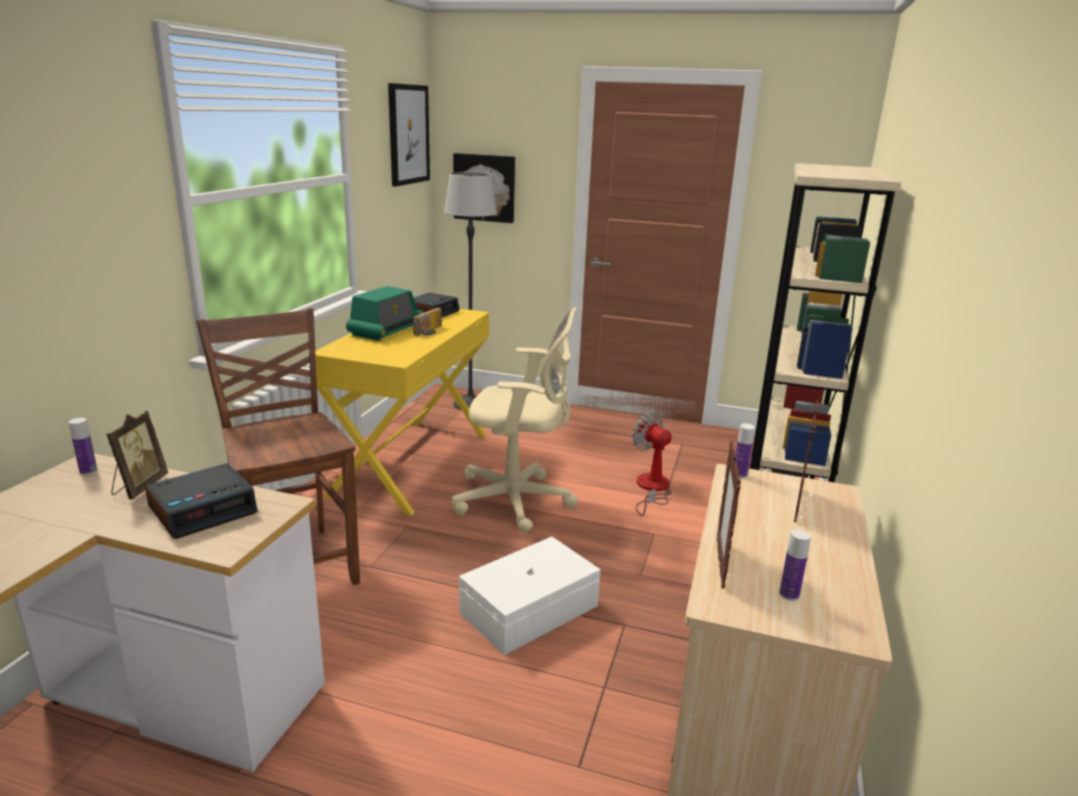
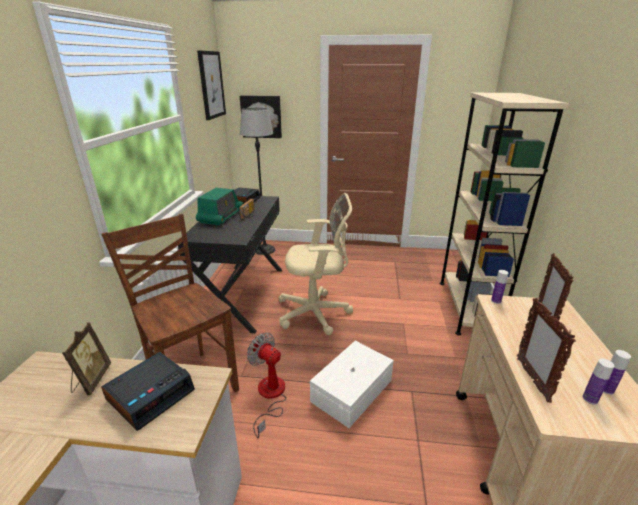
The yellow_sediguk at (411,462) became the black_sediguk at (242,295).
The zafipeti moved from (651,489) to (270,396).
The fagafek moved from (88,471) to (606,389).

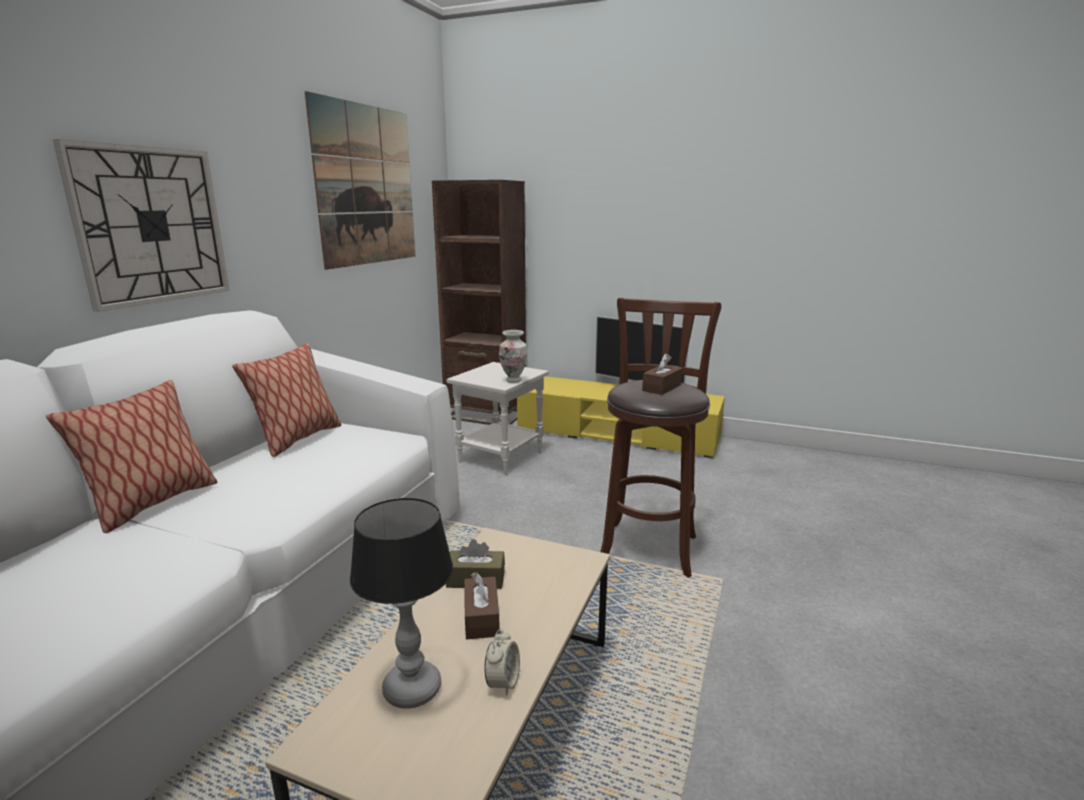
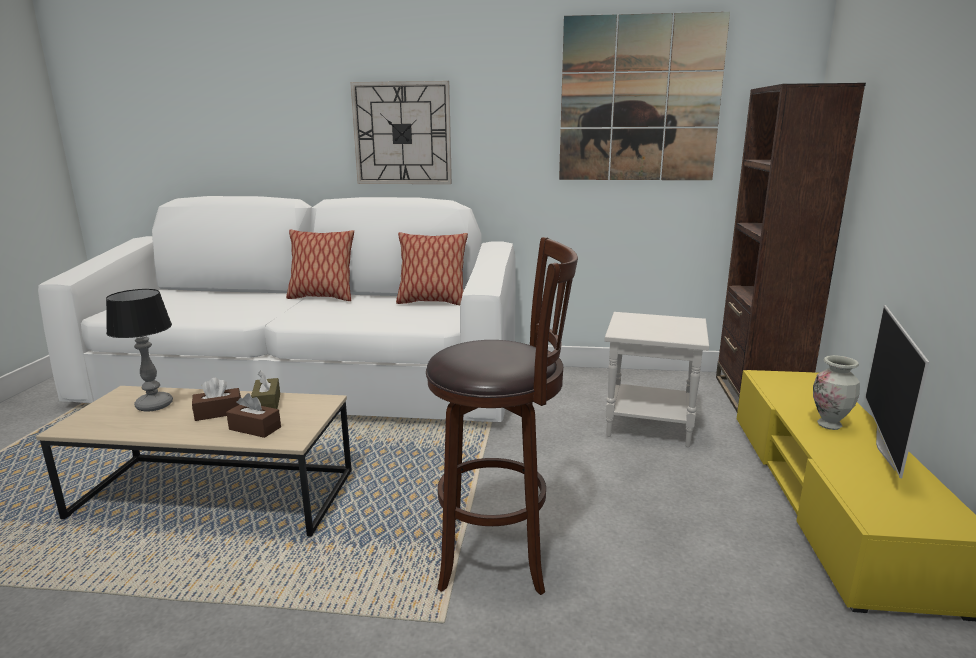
The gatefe moved from (514,380) to (829,425).
The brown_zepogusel moved from (661,388) to (255,428).
The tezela at (503,682) disappeared.

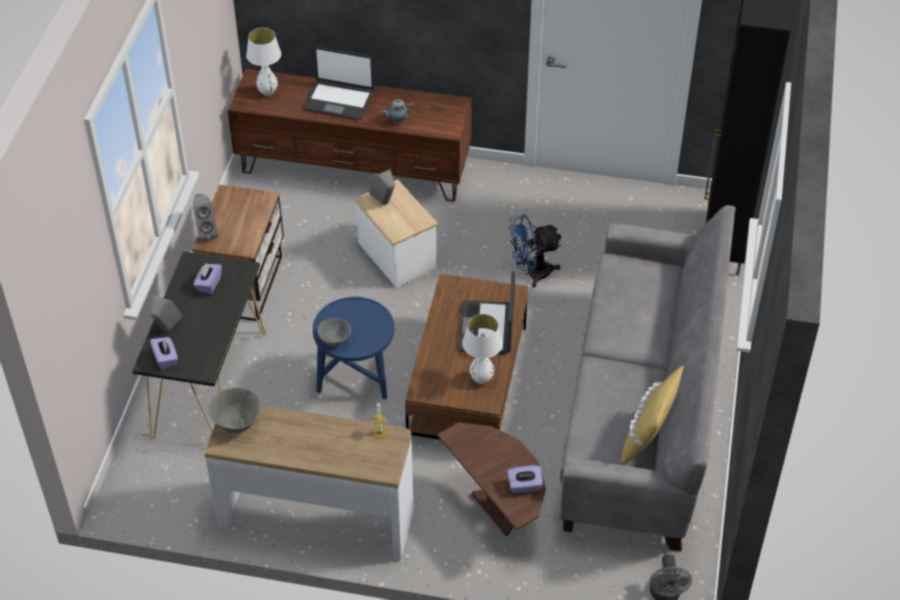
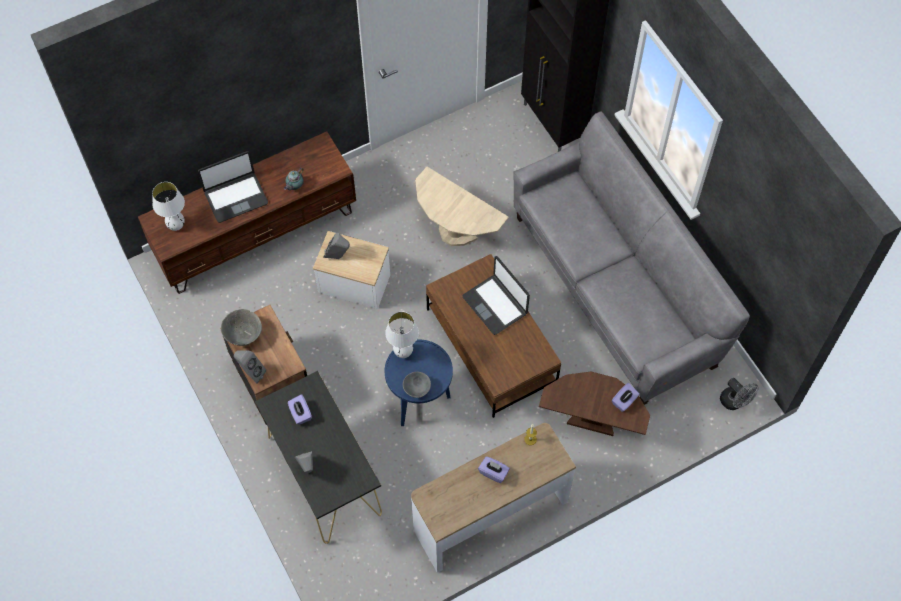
The blue_zafipeti at (532,273) was replaced by the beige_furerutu at (455,233).
The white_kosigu moved from (481,379) to (403,353).
The purple_zepogusel moved from (166,359) to (493,472).
The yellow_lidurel at (648,439) disappeared.
The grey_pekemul moved from (236,423) to (243,335).

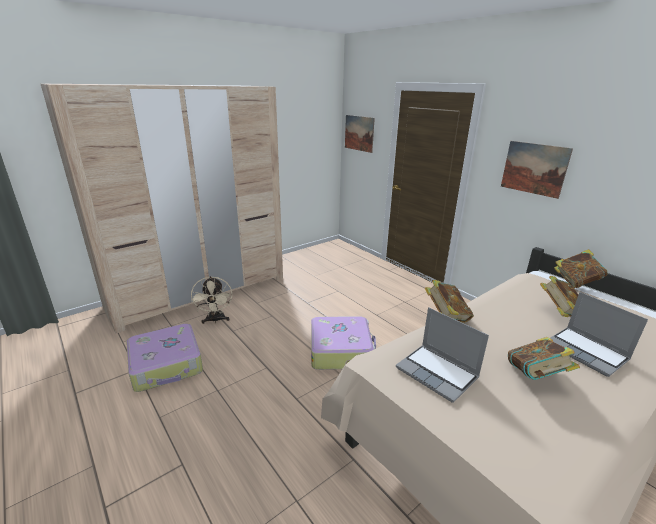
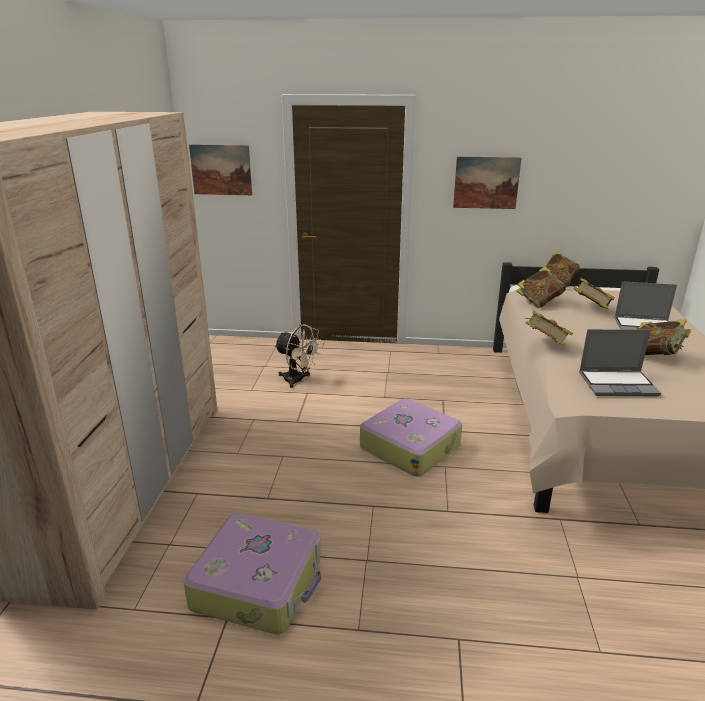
The beige_zafipeti moved from (215,320) to (298,380).
The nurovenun at (539,302) appeared.

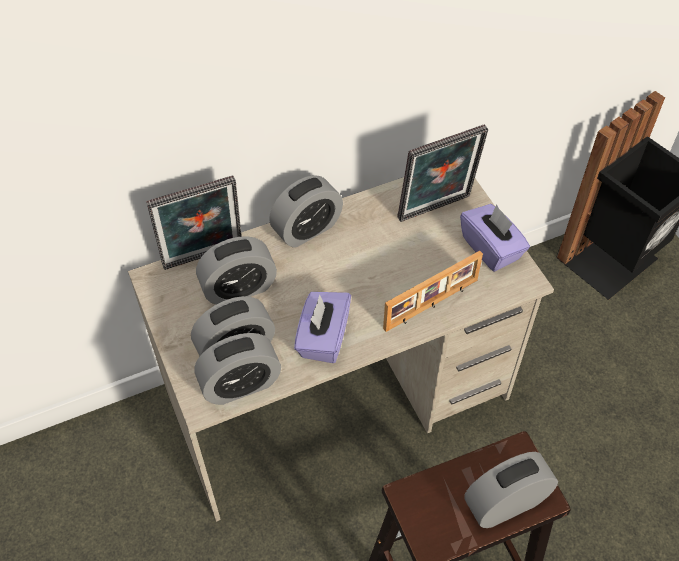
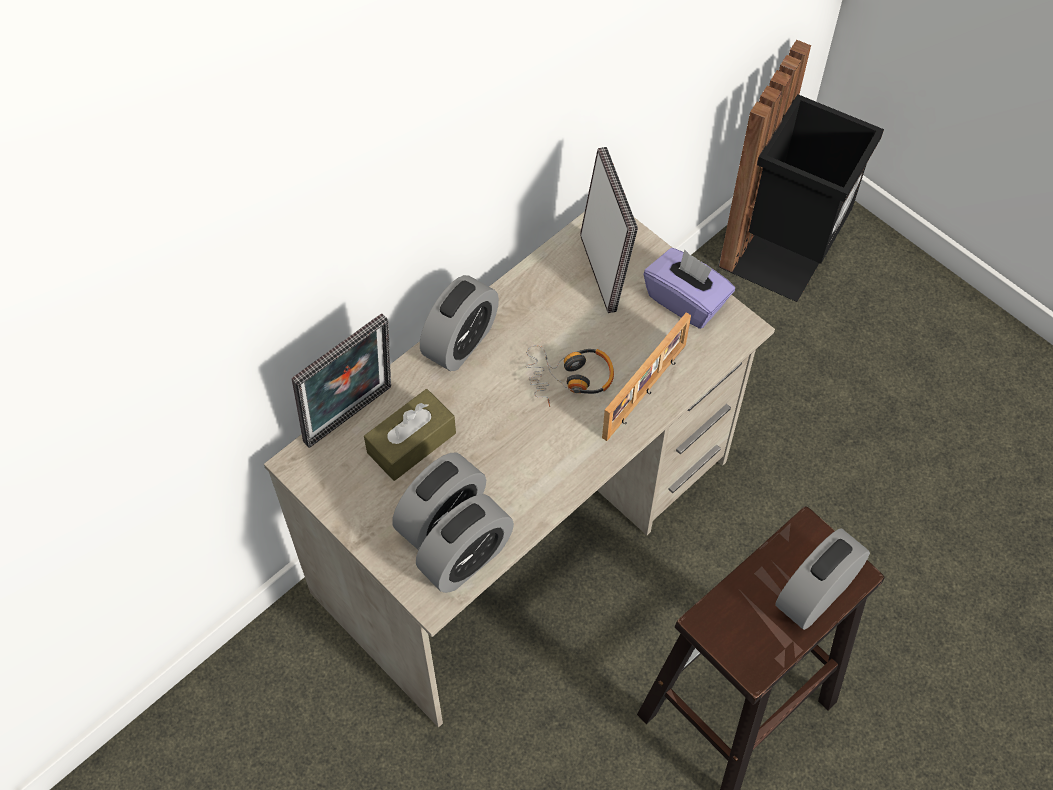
The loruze at (436,210) turned 60 degrees counterclockwise.
The tezela at (239,288) was replaced by the brown_zepogusel at (411,443).
The purple_zepogusel at (323,338) disappeared.
The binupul at (570,378) appeared.

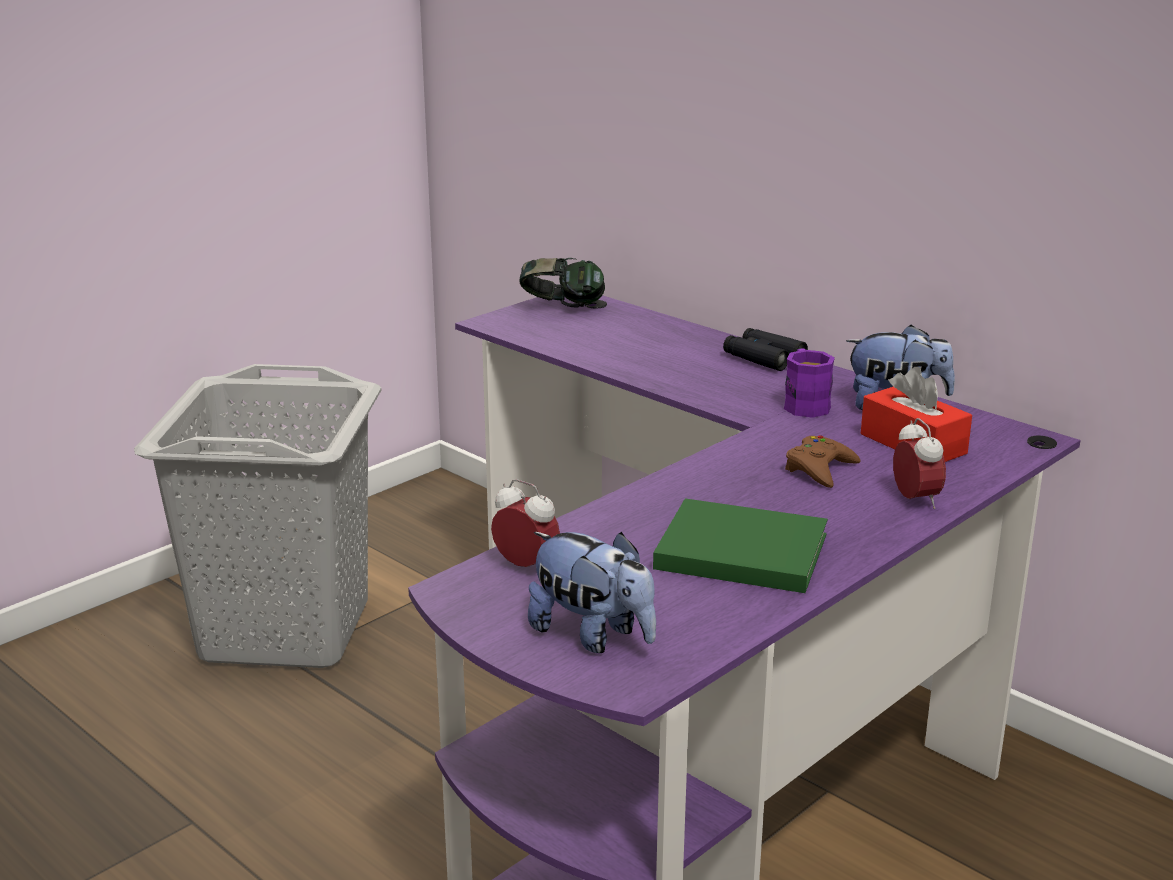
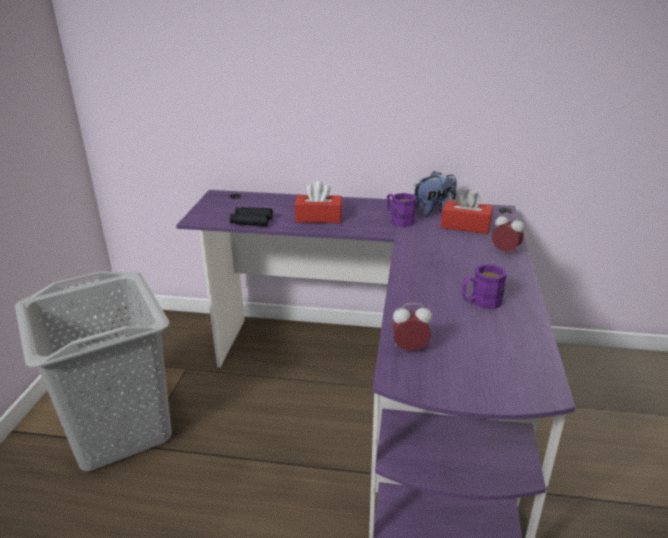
The binupul at (562,308) disappeared.
The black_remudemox moved from (763,358) to (251,221).
The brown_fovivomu at (820,469) disappeared.
The green_nurovenun at (736,550) was replaced by the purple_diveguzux at (480,302).
The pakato at (593,635) disappeared.
The red_zepogusel at (318,218) appeared.

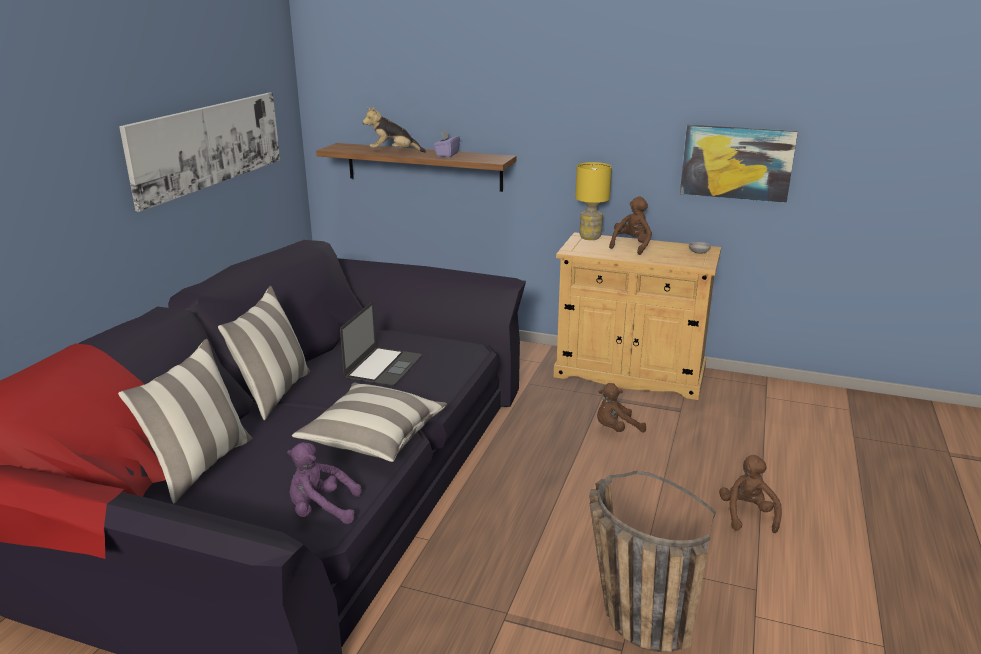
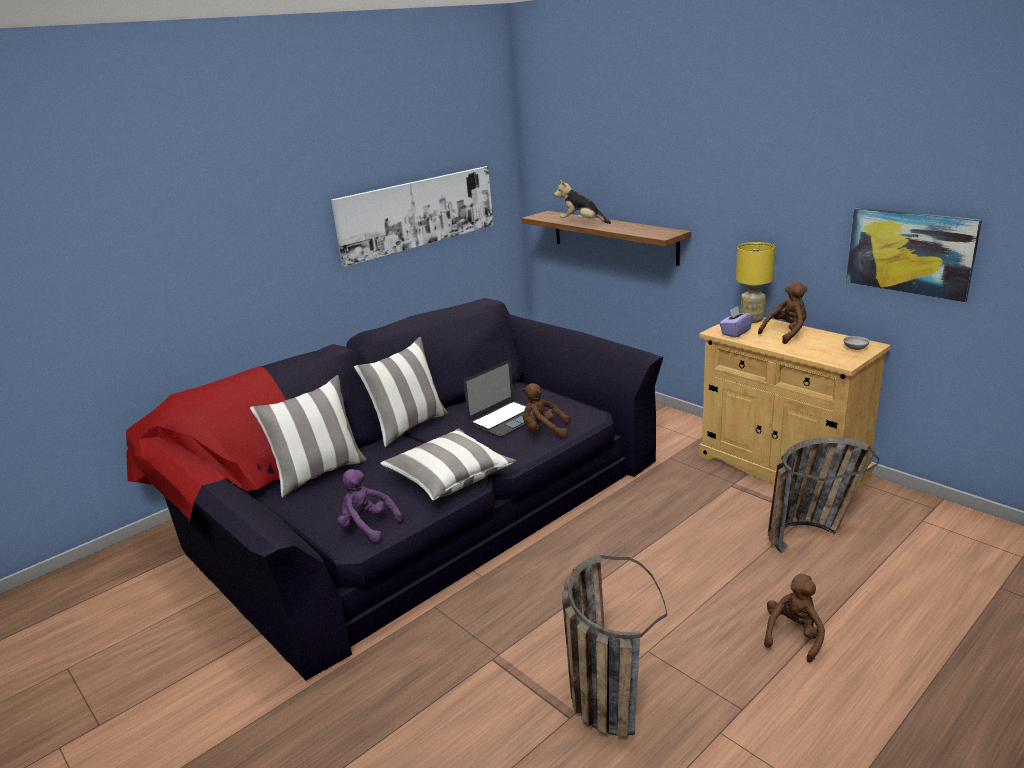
The purple_zepogusel moved from (446,154) to (735,332).
The brown_pakato moved from (616,429) to (543,431).
The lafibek at (812,533) appeared.

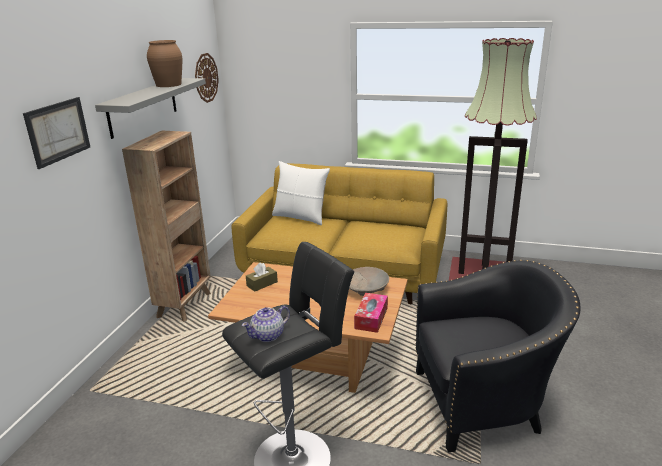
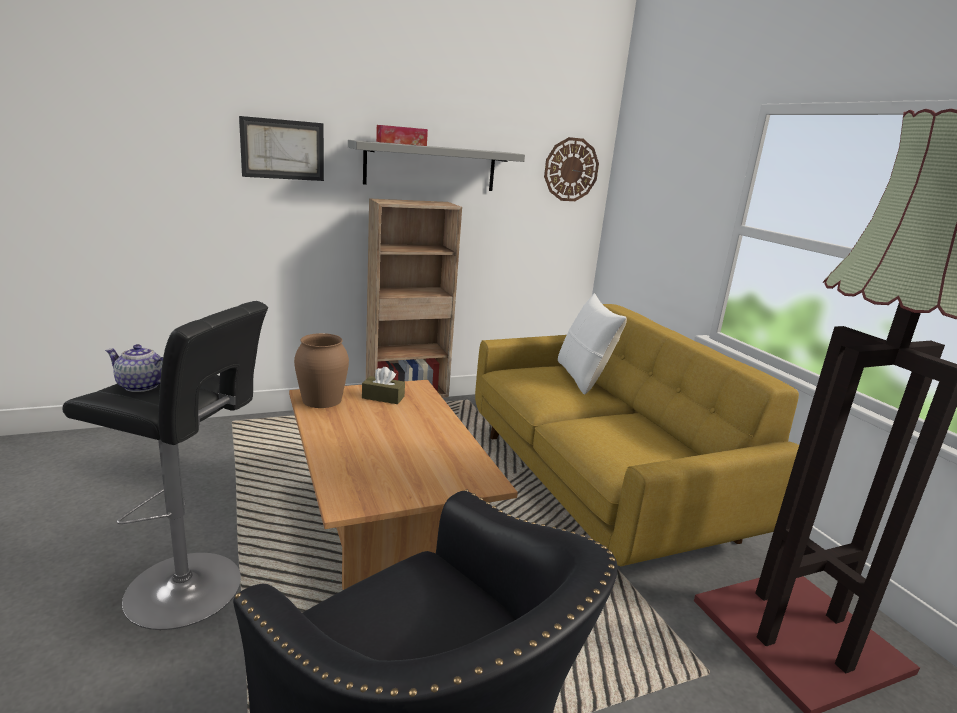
The brown_gatefe moved from (168,85) to (321,400).
The beige_pekemul at (366,289) disappeared.
The zepogusel moved from (371,318) to (401,143).

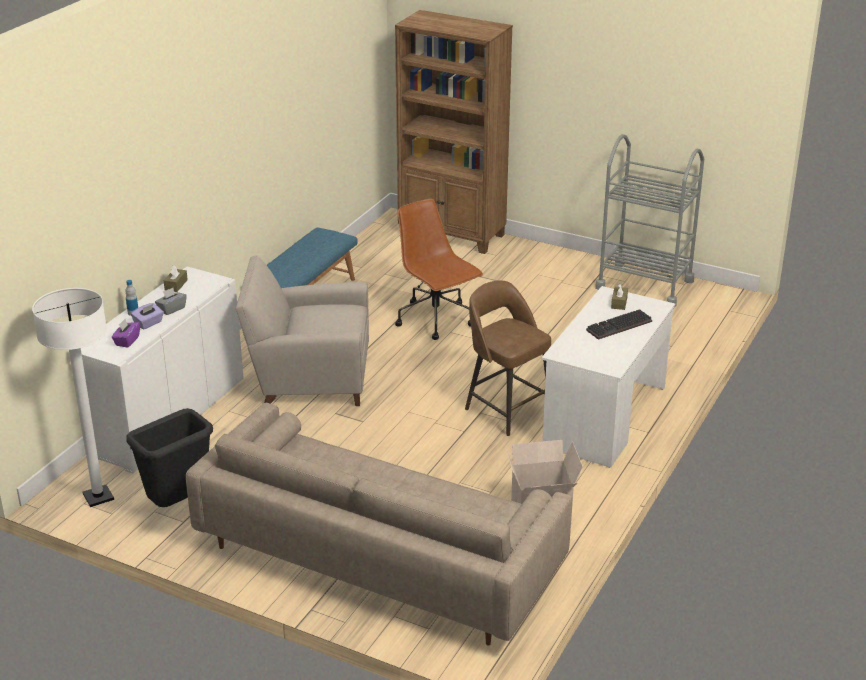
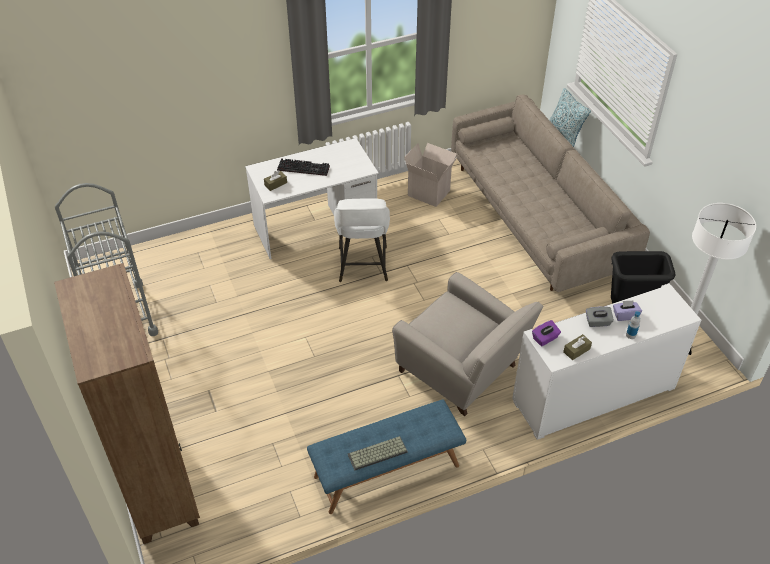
The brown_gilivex at (436,320) disappeared.
The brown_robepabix at (506,409) became the white_robepabix at (363,266).
The purple_zepogusel moved from (127,341) to (545,339).
The lidurel at (565,134) appeared.
The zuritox at (377,454) appeared.

